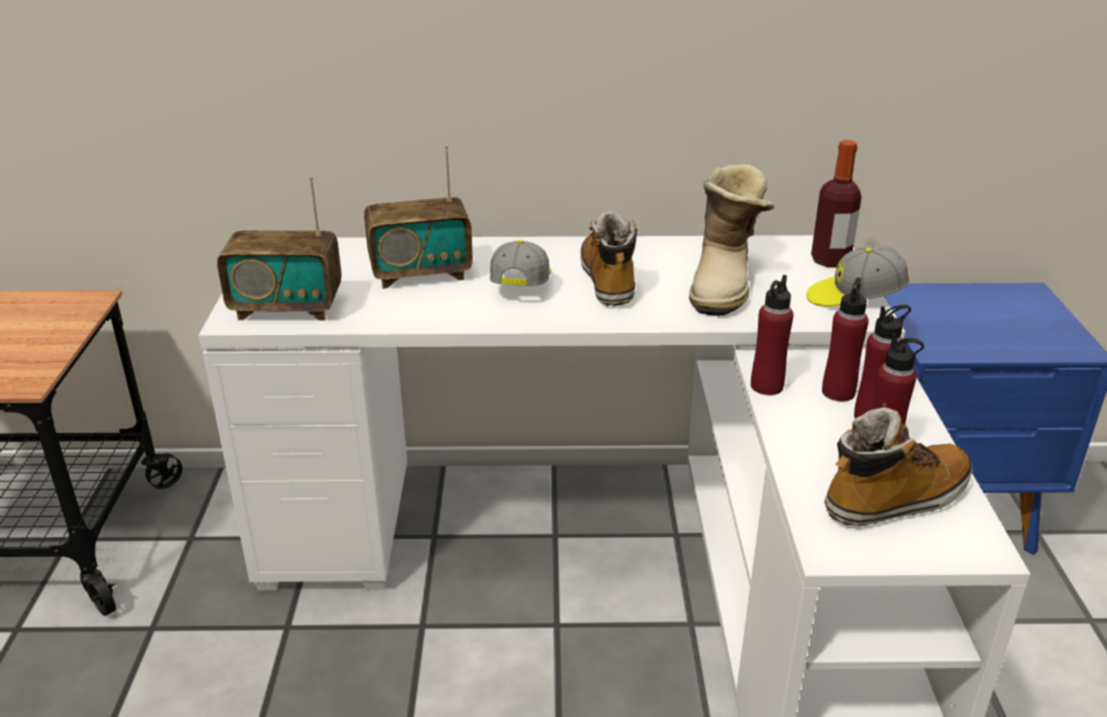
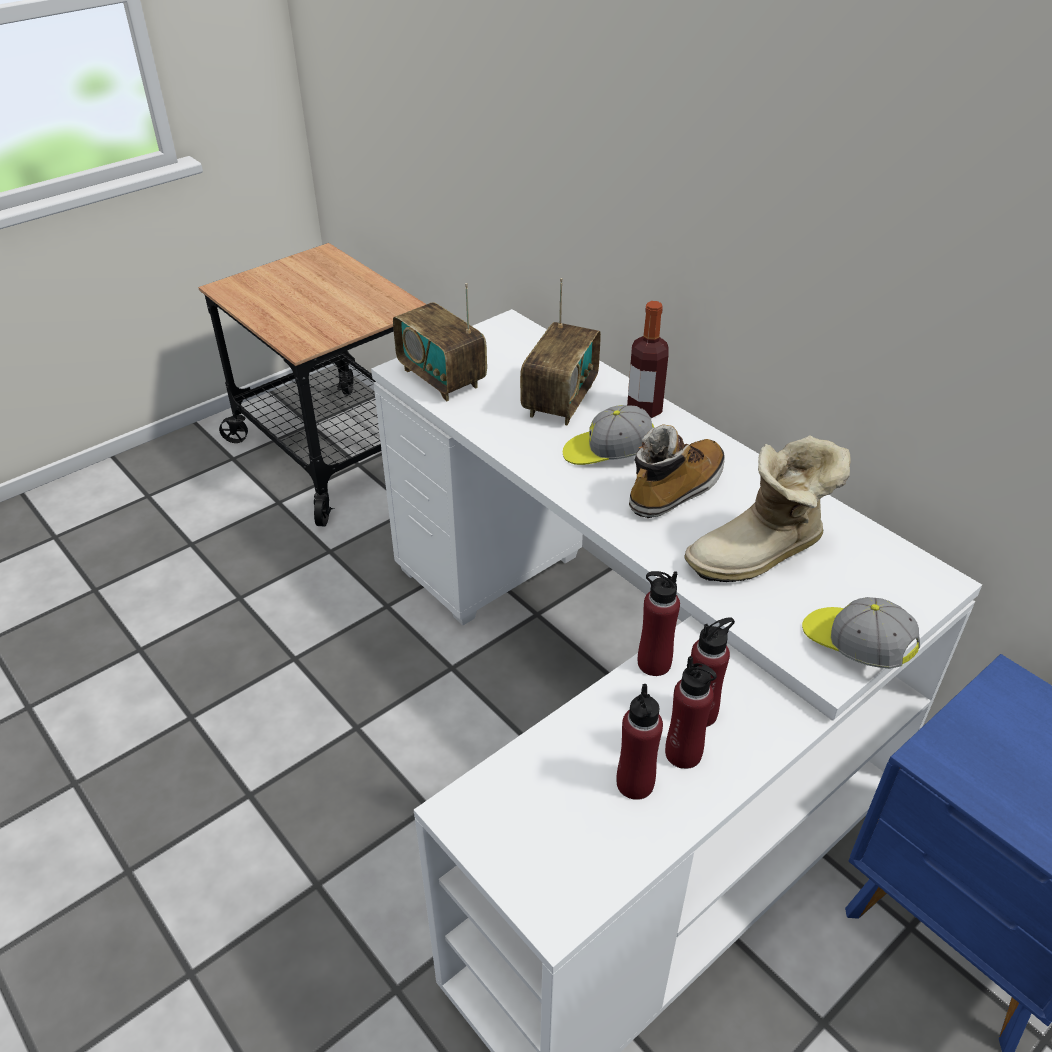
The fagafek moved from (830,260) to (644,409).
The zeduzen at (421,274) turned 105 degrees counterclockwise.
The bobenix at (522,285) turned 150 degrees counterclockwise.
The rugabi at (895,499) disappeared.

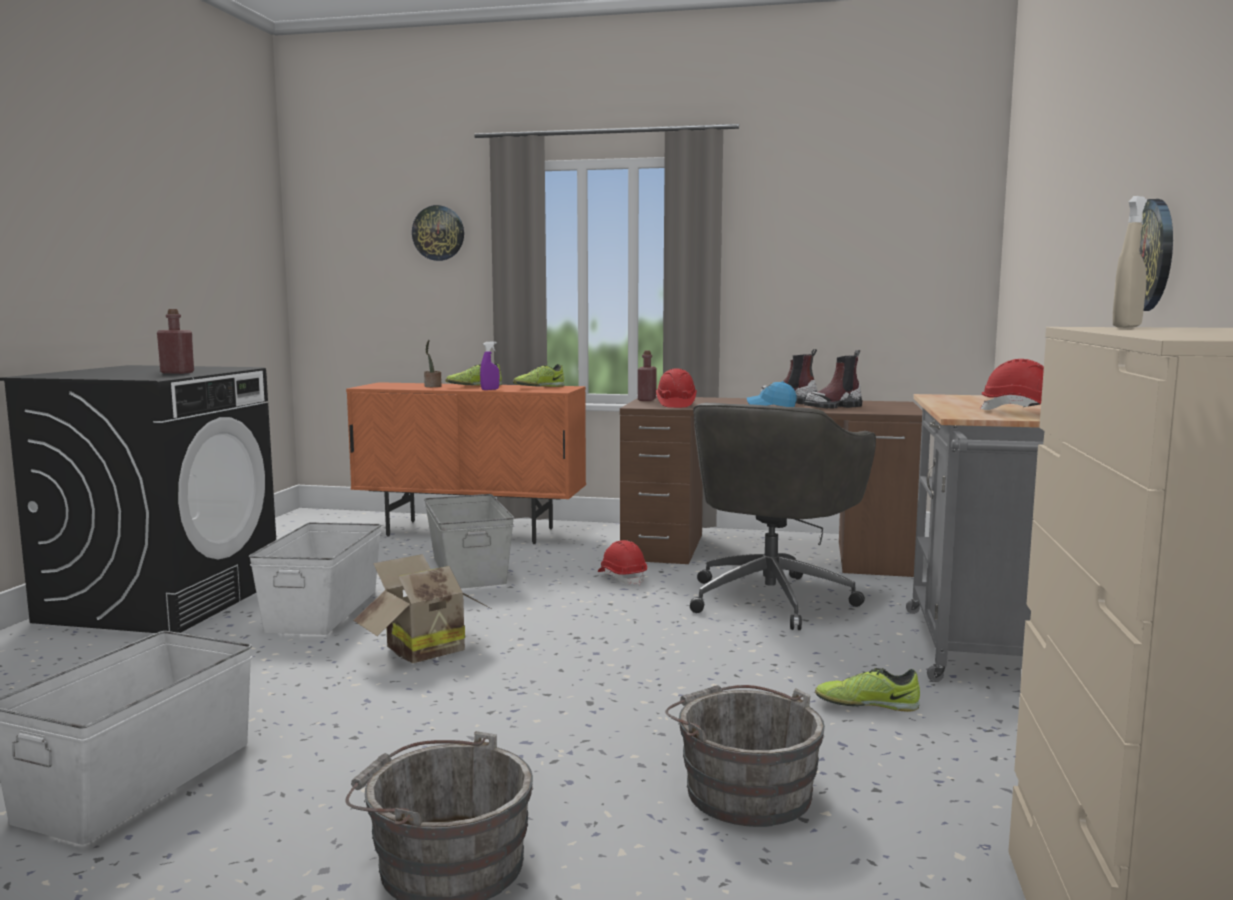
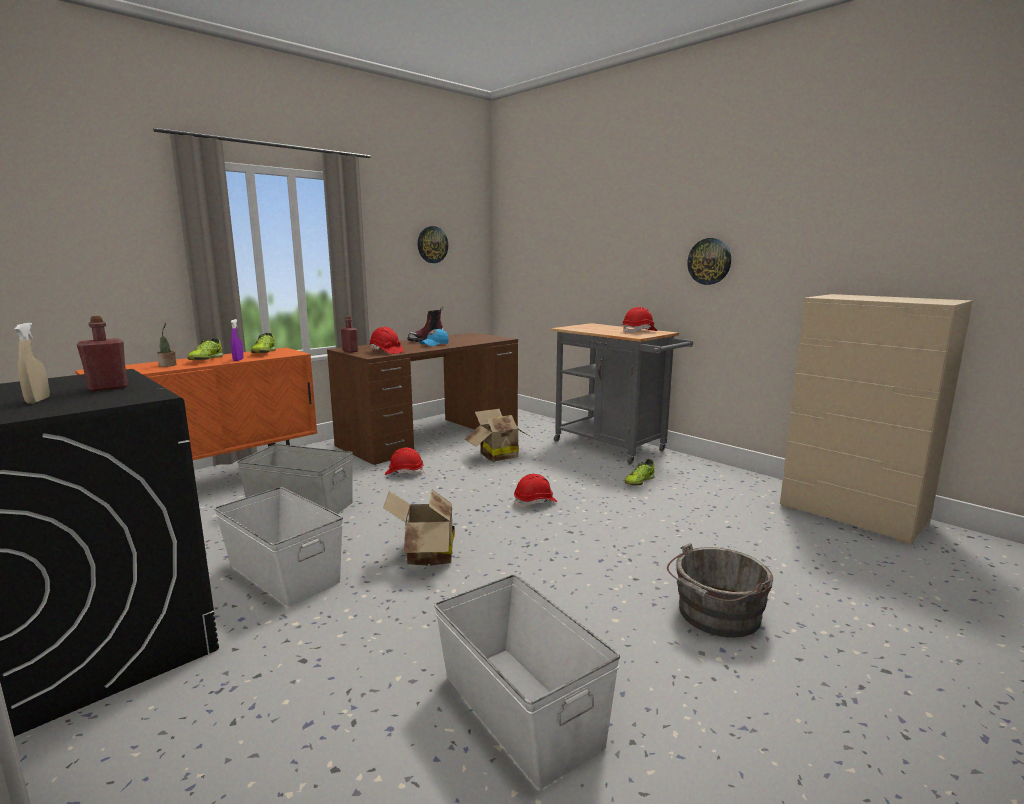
The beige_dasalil moved from (1127,327) to (38,400).
The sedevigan moved from (438,233) to (432,244).
The rugabi at (834,406) disappeared.
The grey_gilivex at (772,598) was replaced by the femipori at (496,455).
The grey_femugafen at (743,789) disappeared.
The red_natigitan at (535,502) appeared.

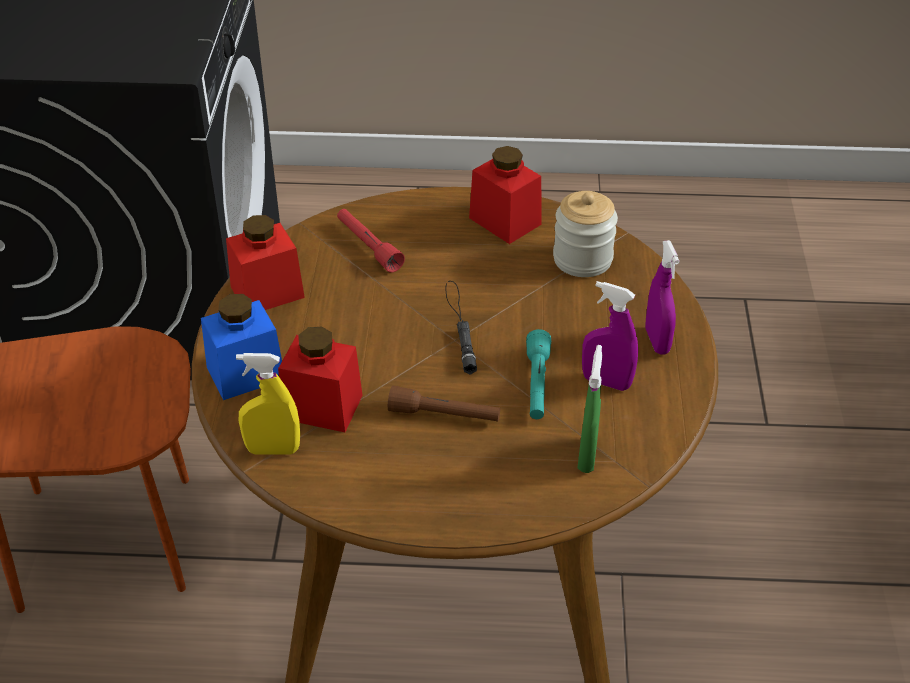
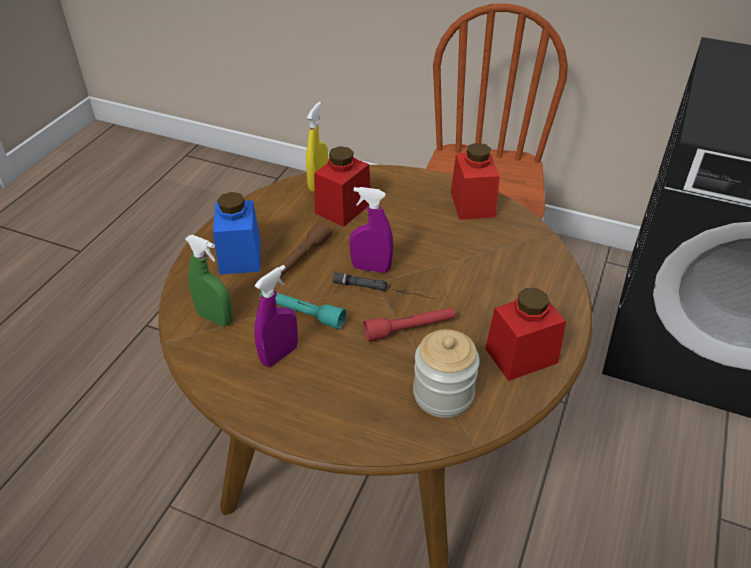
The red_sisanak moved from (368,246) to (409,329).
The purple_dasalil moved from (657,341) to (371,268).
The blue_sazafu moved from (246,373) to (240,256).

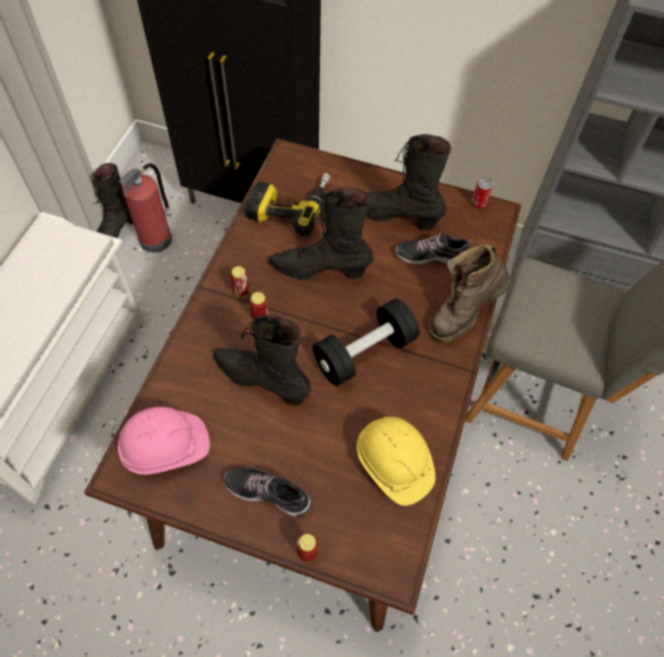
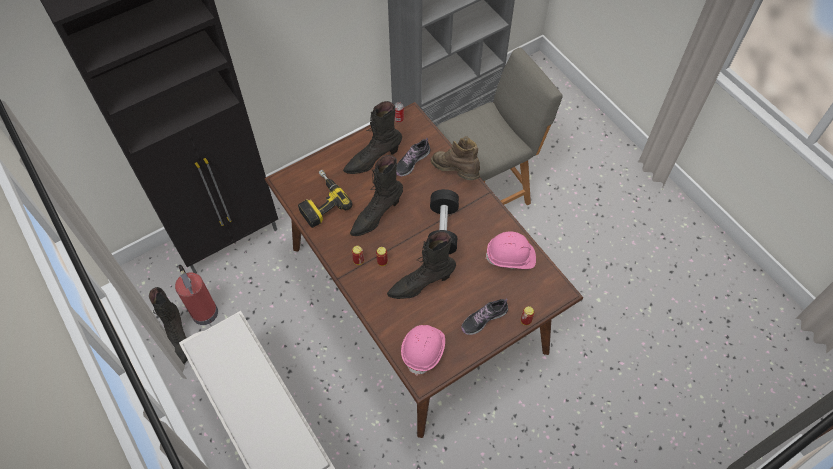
The brown_rugabi at (463,313) turned 135 degrees clockwise.
The yellow_natigitan at (394,464) became the pink_natigitan at (510,257).

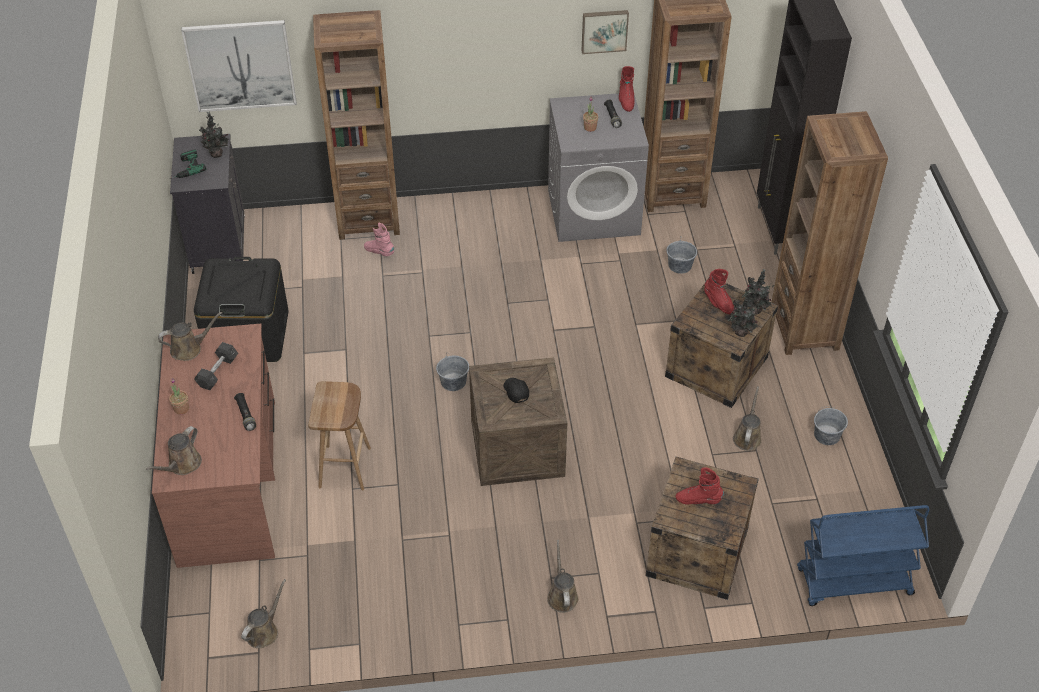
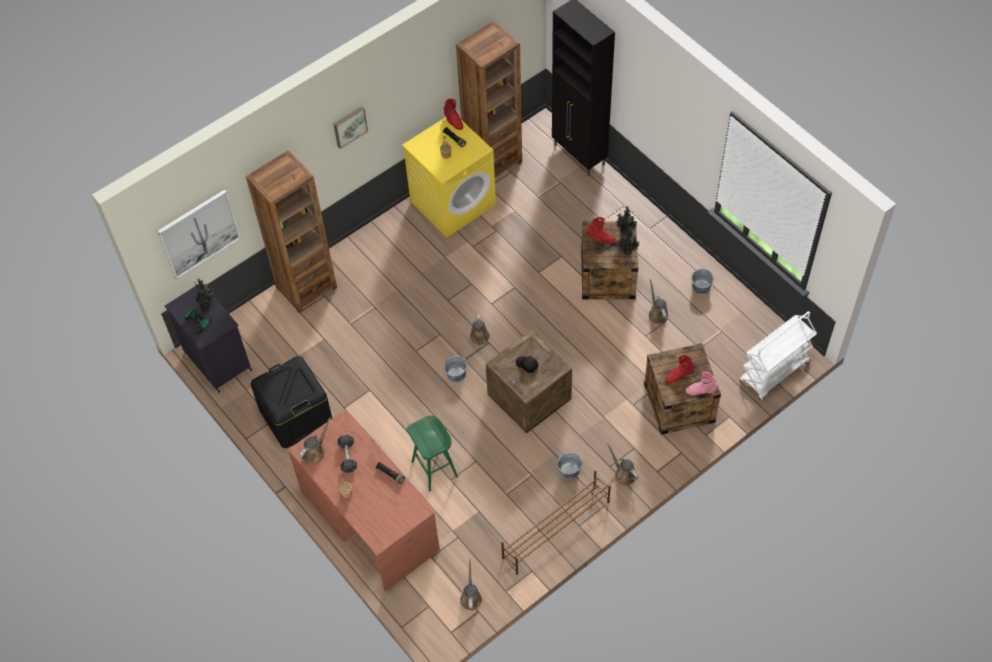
The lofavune moved from (604,30) to (349,126).
The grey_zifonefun at (594,212) became the yellow_zifonefun at (453,203).
The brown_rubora at (804,329) disappeared.
The pink_rugabi moved from (379,252) to (700,391).
The grey_femugafen moved from (680,266) to (569,471).
The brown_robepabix at (345,468) became the green_robepabix at (435,469).
The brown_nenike moved from (182,465) to (479,338).
The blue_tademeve at (853,582) became the white_tademeve at (774,372).
The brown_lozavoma at (555,529) appeared.

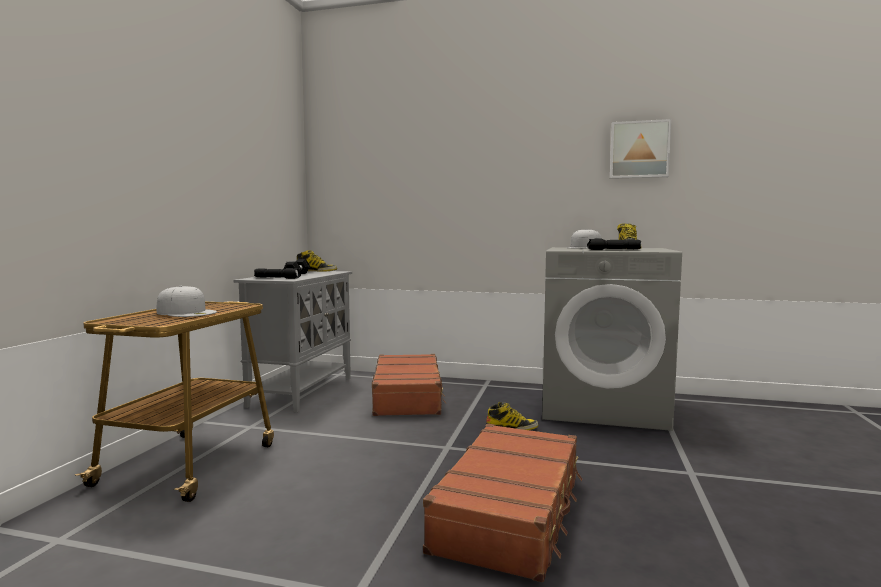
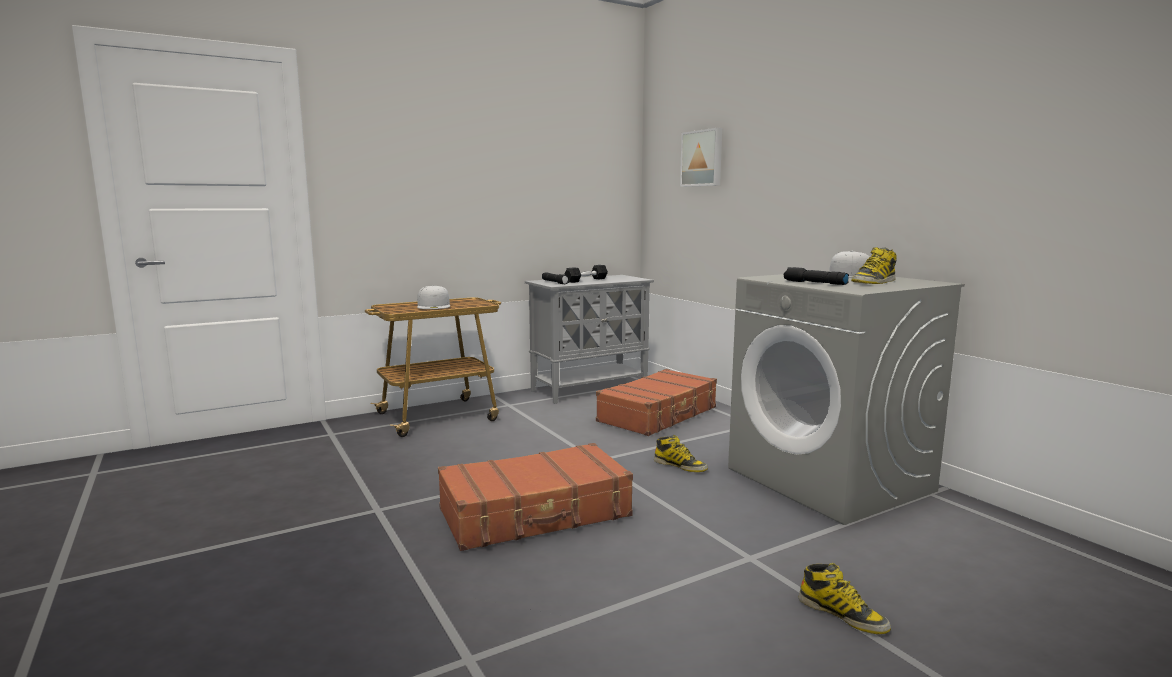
The lofavune moved from (639,150) to (702,158).
The rugabi moved from (316,271) to (843,614).

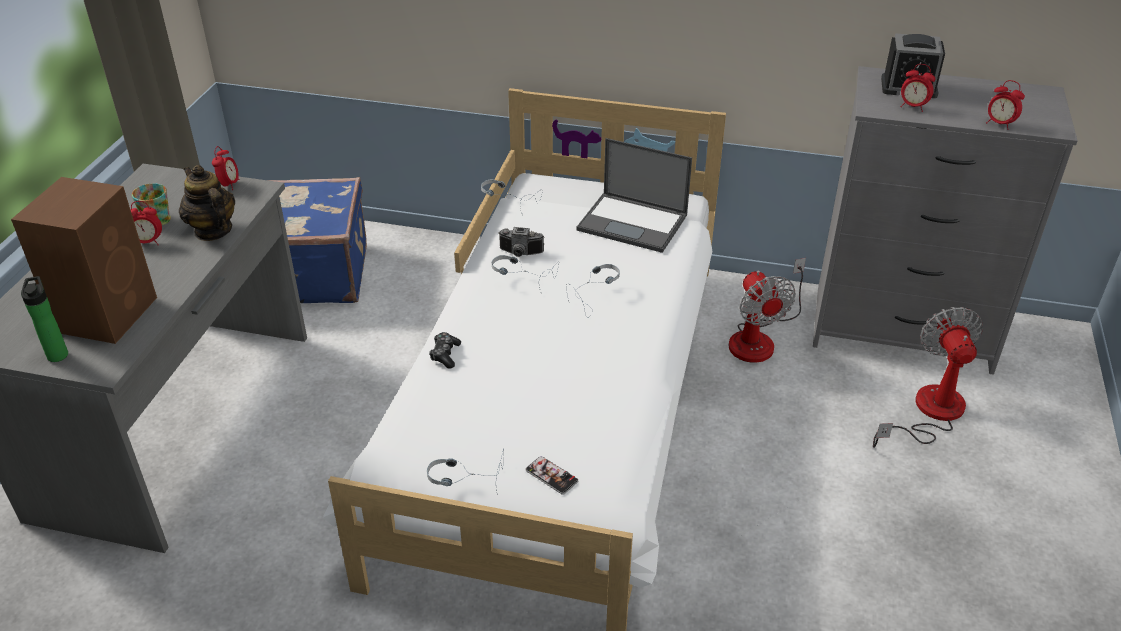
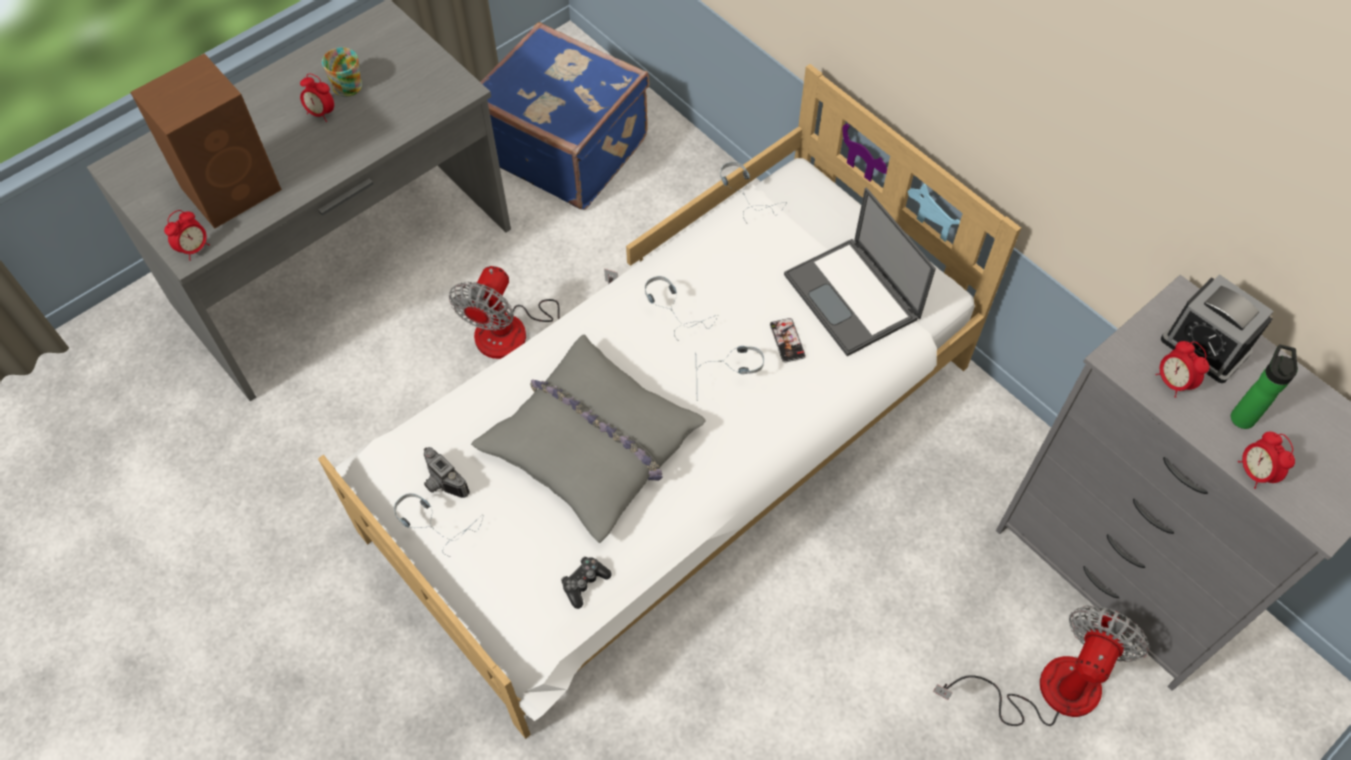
The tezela moved from (229,185) to (194,249).
The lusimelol at (213,231) disappeared.
The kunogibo moved from (520,254) to (441,484).
The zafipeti moved from (759,338) to (520,331).
The fagafek moved from (58,353) to (1242,415).
The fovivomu moved from (445,354) to (584,583).
The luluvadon moved from (551,476) to (787,340).
The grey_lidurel at (592,444) appeared.

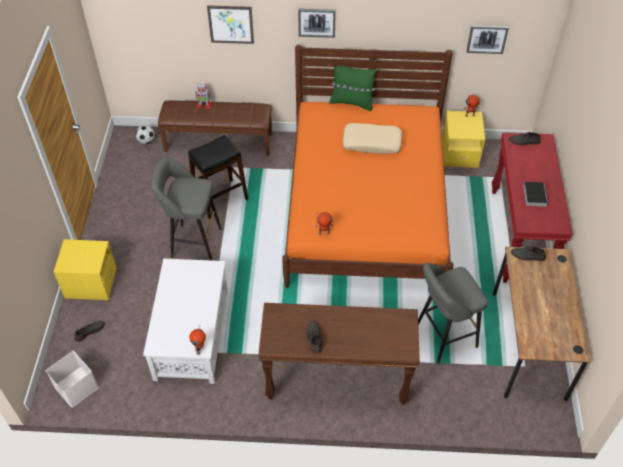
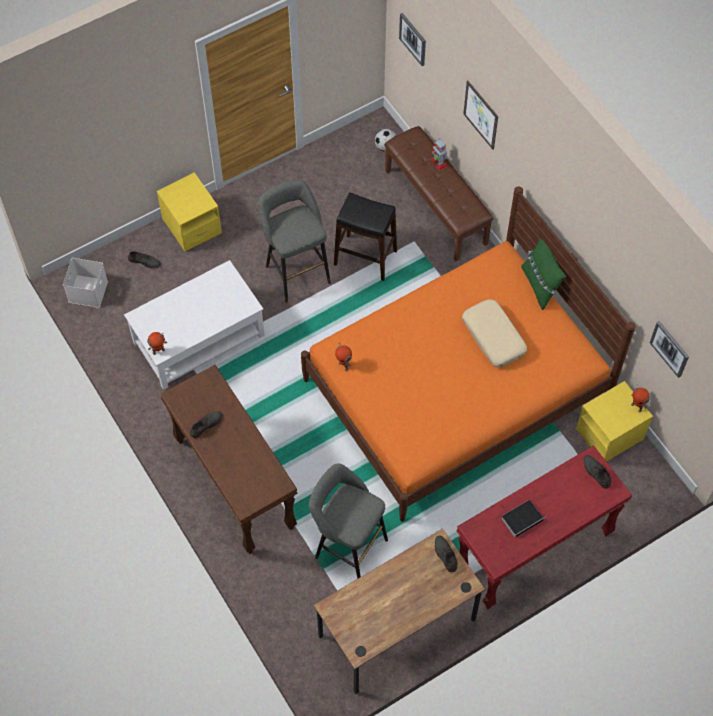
The lofavune moved from (316,22) to (413,39).

